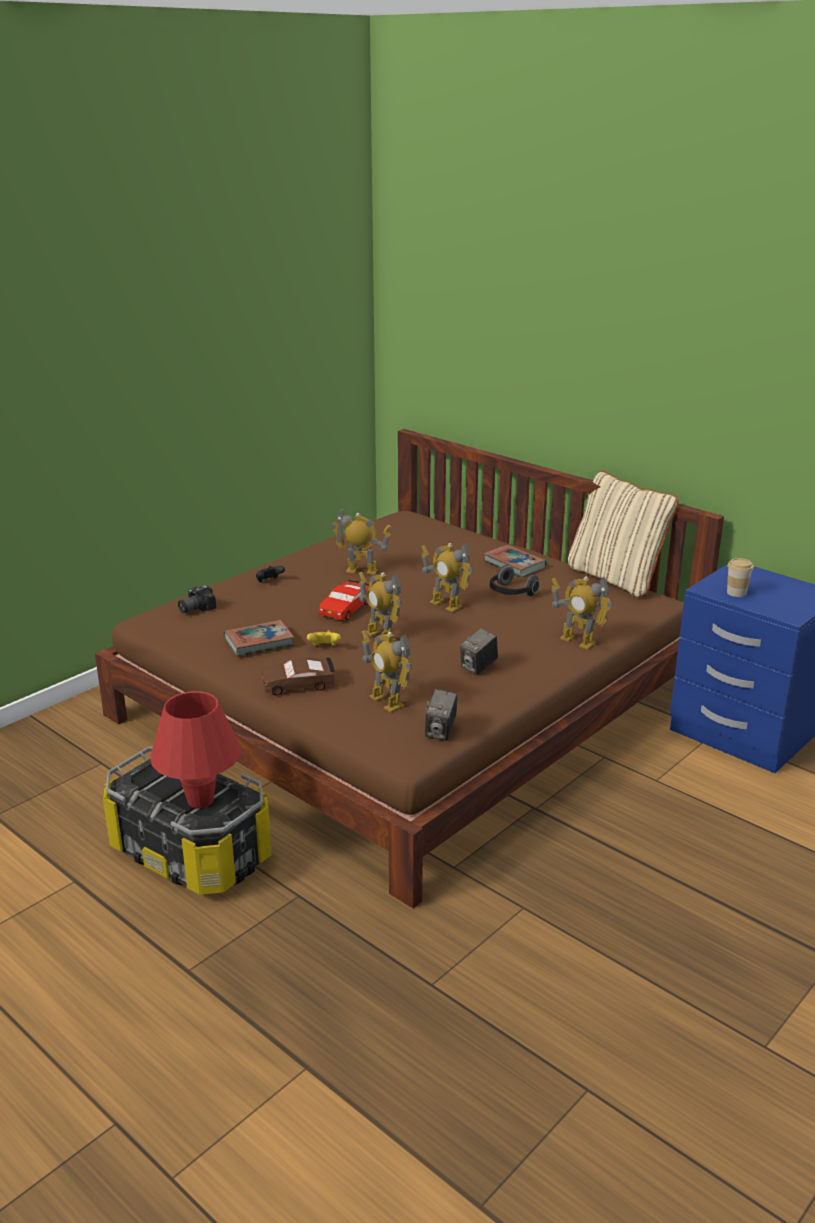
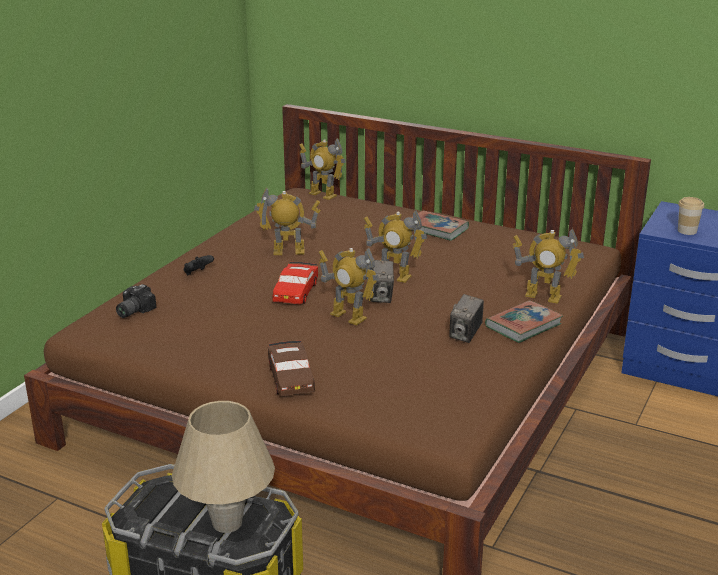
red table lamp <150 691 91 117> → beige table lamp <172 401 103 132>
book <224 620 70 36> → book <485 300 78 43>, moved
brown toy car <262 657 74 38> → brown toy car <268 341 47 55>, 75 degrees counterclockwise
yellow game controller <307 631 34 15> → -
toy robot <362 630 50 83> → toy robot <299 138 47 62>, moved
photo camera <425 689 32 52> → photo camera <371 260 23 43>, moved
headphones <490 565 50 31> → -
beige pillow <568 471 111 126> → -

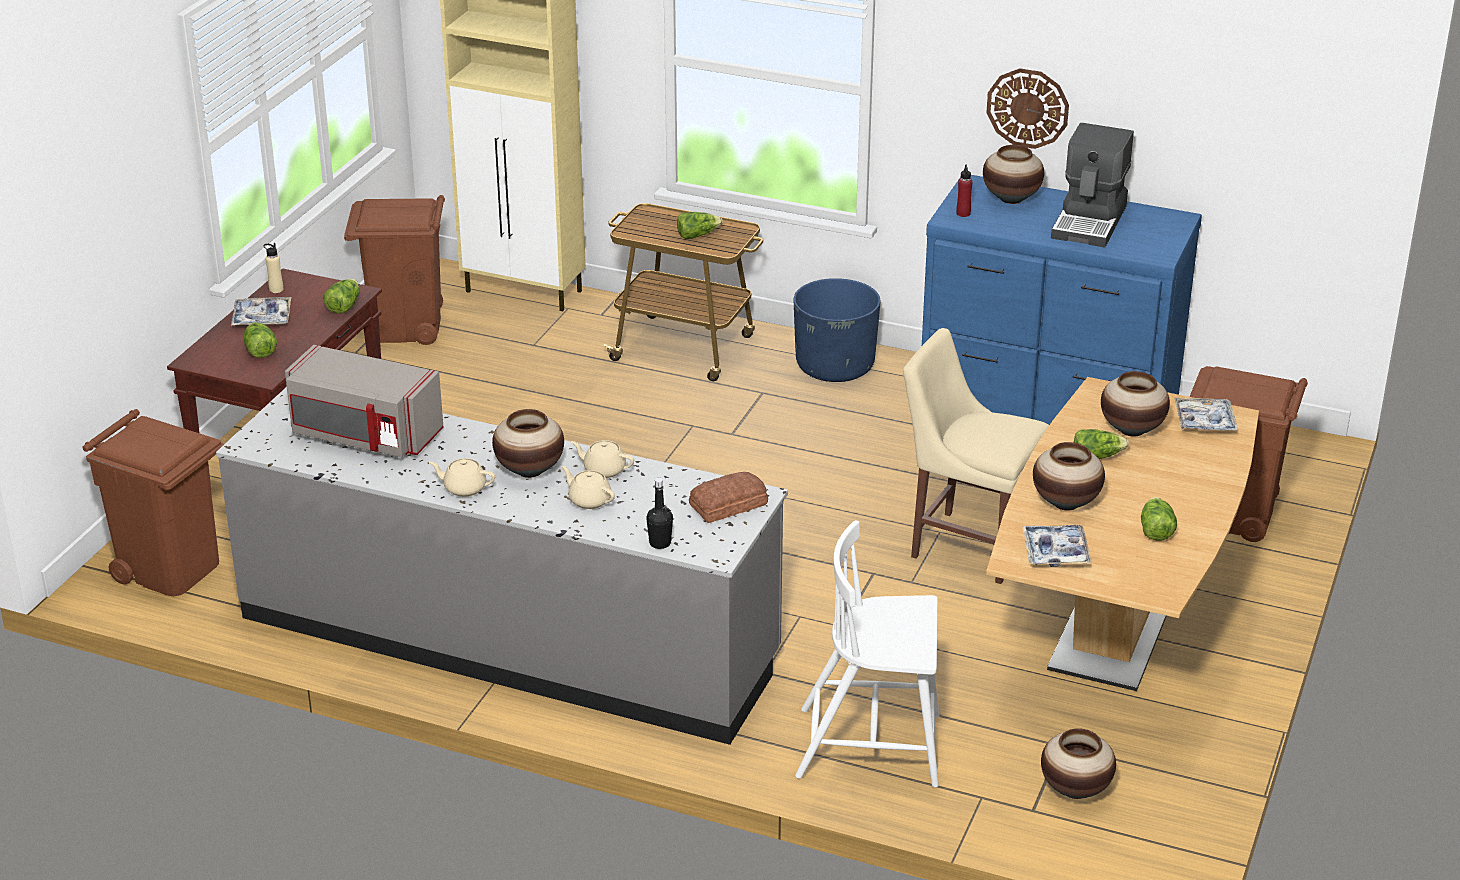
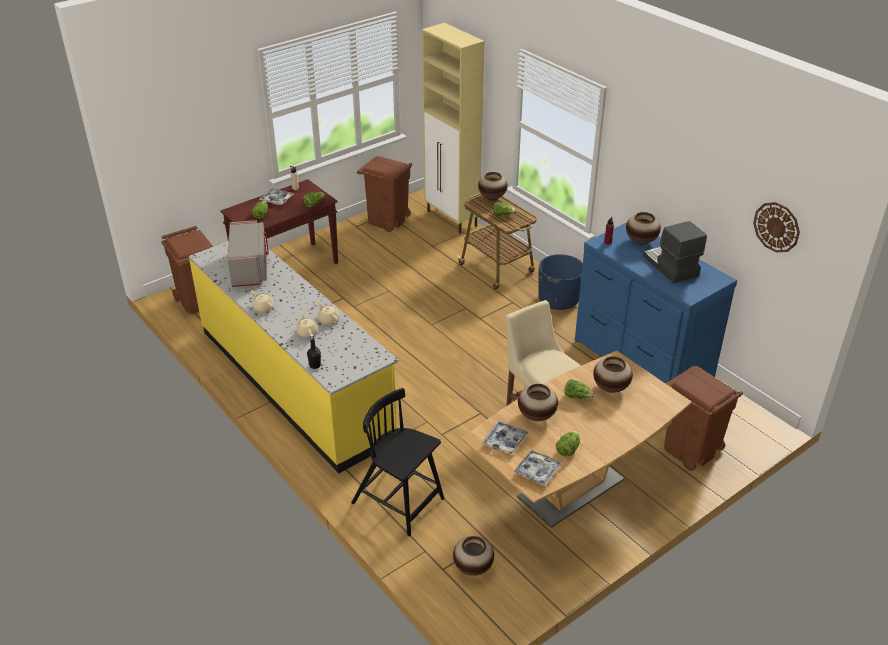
grey counter <216 387 572 358> → yellow counter <188 241 211 232>
grey microwave <285 345 159 113> → grey microwave <228 220 41 67>, 150 degrees counterclockwise
vase <492 409 72 69> → vase <478 172 30 28>, moved
bread <689 472 79 51> → -
white chair <795 520 144 267> → black chair <351 388 94 148>
wall clock <986 68 83 81> → wall clock <753 202 47 50>, moved
coffee machine <1051 123 83 124> → coffee machine <643 221 64 62>, 105 degrees clockwise
tray <1174 397 64 34> → tray <514 449 48 37>, moved

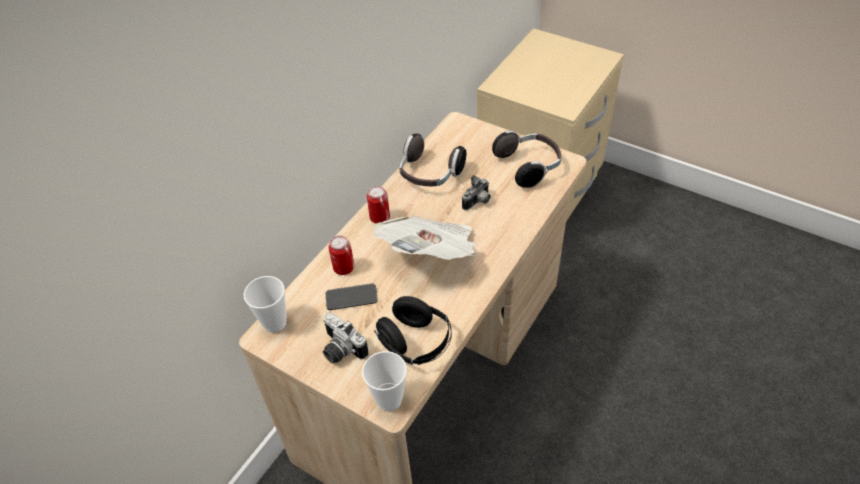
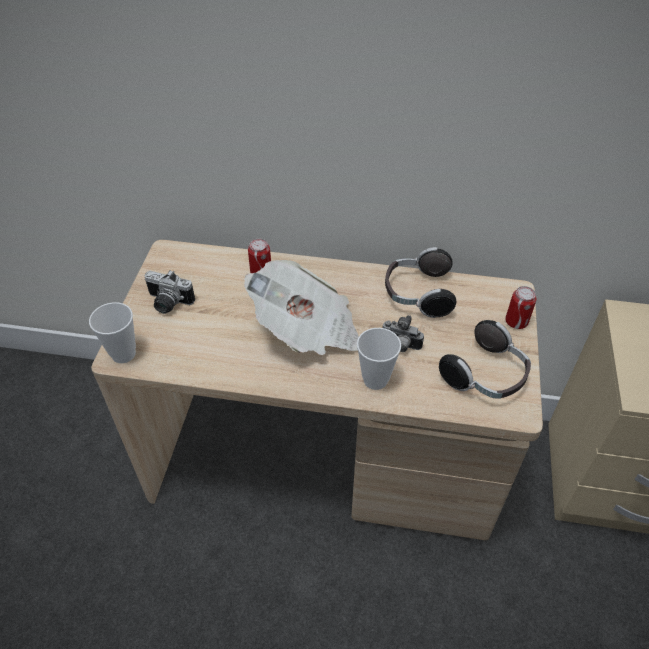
cup <244 276 43 57> → cup <357 328 44 62>, moved
photo camera <323 312 45 52> → photo camera <144 270 51 44>, 90 degrees counterclockwise
phone <326 283 52 27> → -
can <367 186 23 37> → can <505 286 31 43>, moved
black headphones <374 296 78 69> → -

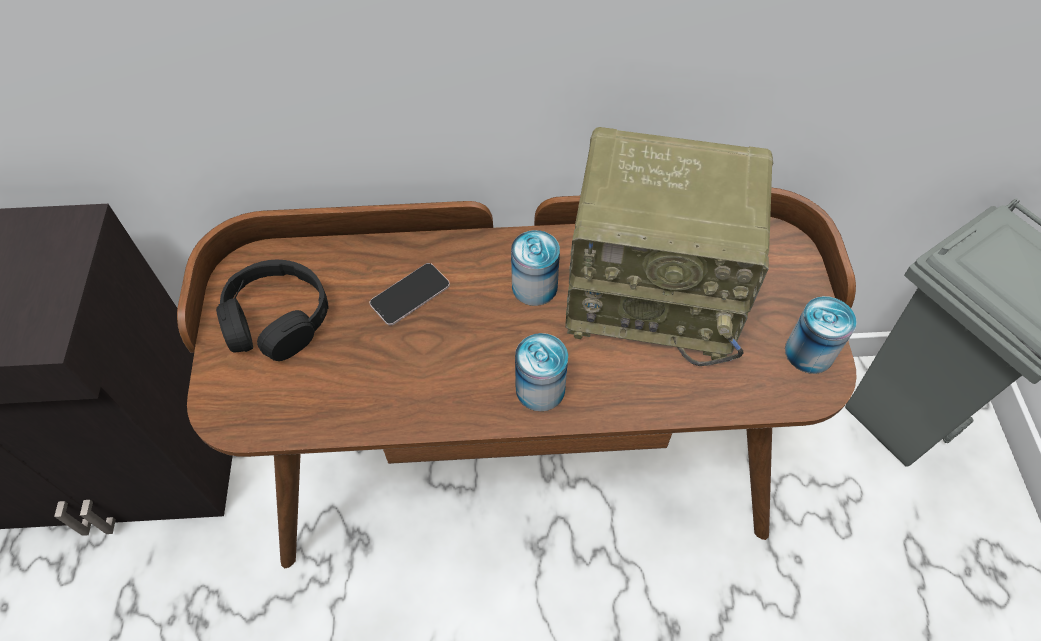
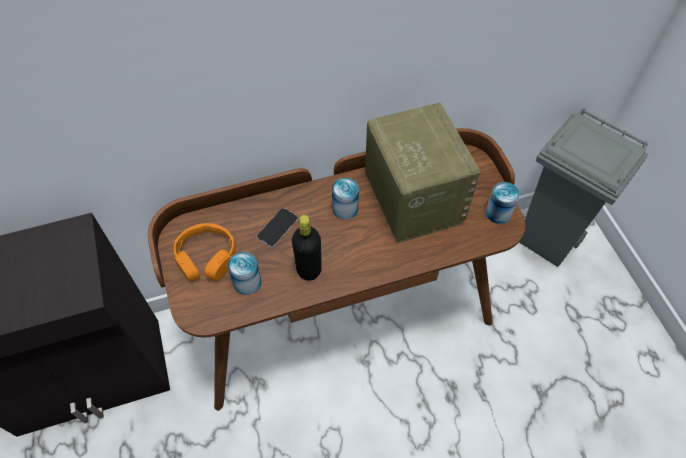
black headphones <216 260 112 101> → orange headphones <174 223 62 58>
can <515 333 53 78> → can <228 252 33 43>, moved
radio <565 127 208 239> → radio <365 103 115 140>, 105 degrees counterclockwise
- → black bottle <292 215 30 65>

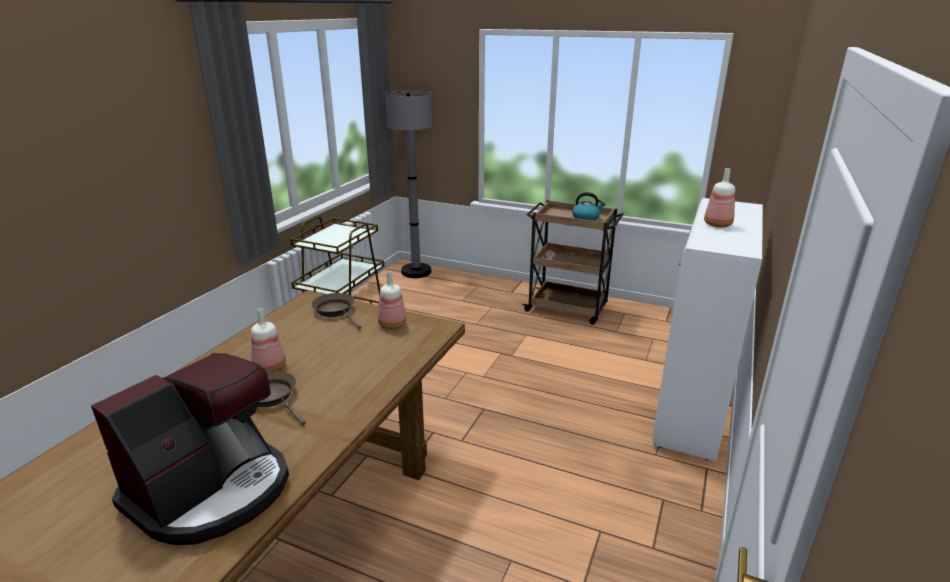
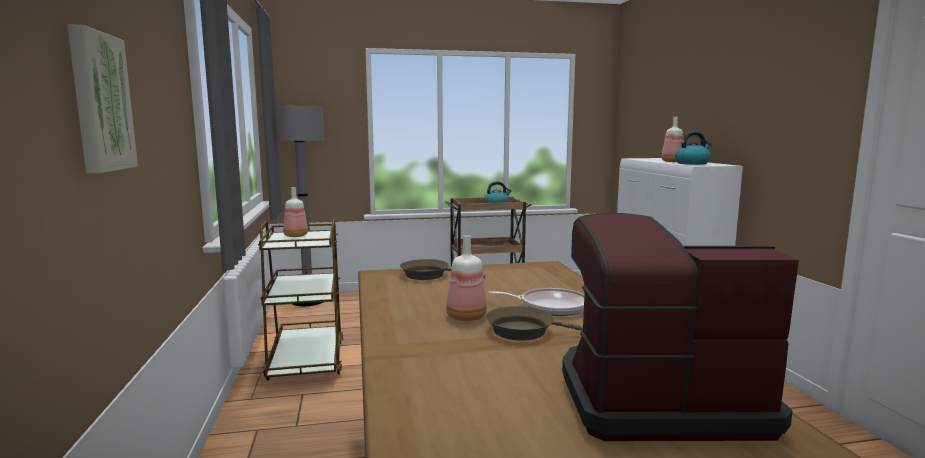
coffee machine <91 353 198 192> → coffee machine <562 213 237 228>, 90 degrees counterclockwise
bottle <378 271 29 58> → bottle <283 187 25 50>, moved
- → picture <67 24 71 149>
- → frying pan <488 288 96 28>
- → kettle <675 132 37 33>

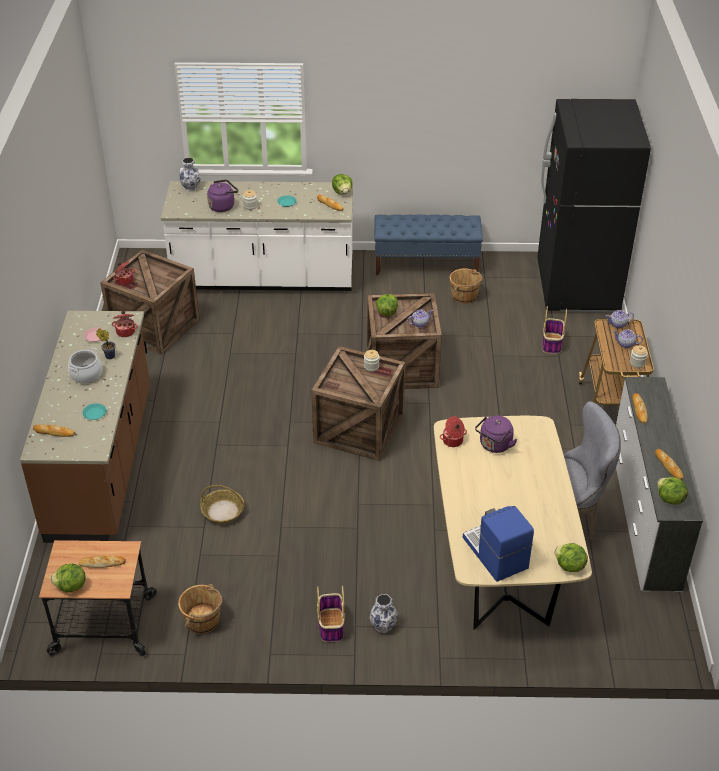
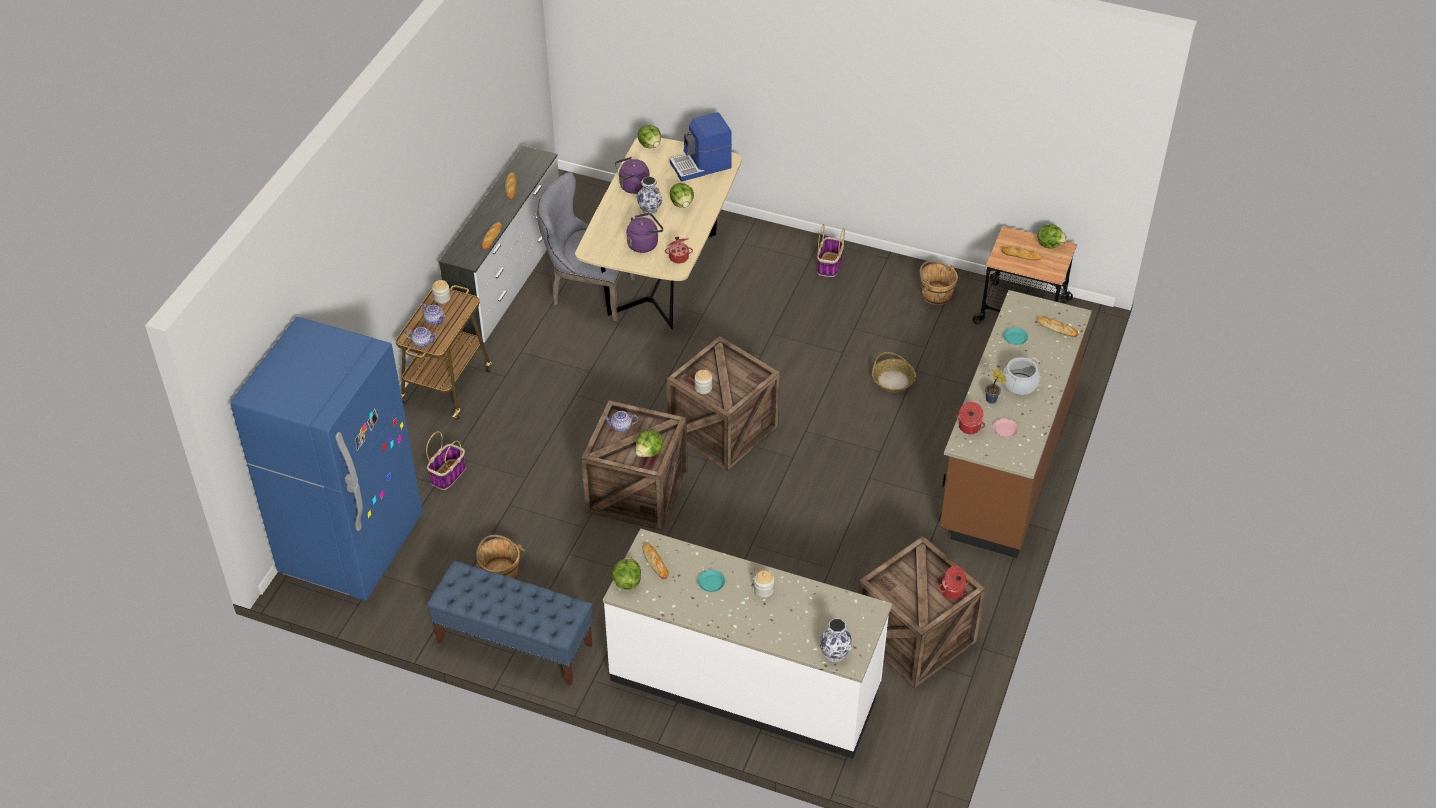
purple kettle <207 180 31 32> → purple kettle <615 157 34 37>, moved
vase <369 594 29 39> → vase <636 176 27 38>, moved
coffee machine <463 506 71 76> → coffee machine <670 112 62 70>, 75 degrees clockwise
black fridge <537 99 114 214> → blue fridge <230 316 193 285>
lettuce <657 477 31 28> → lettuce <670 183 24 25>, moved

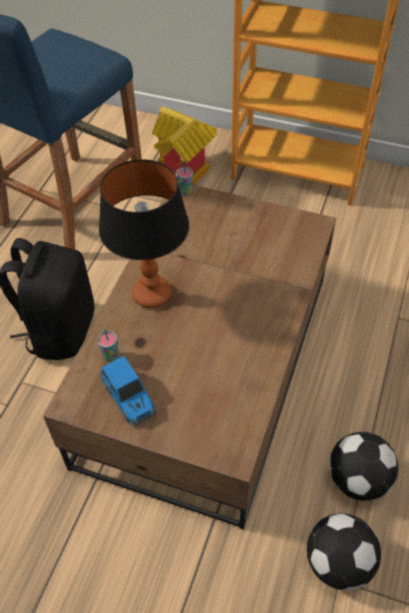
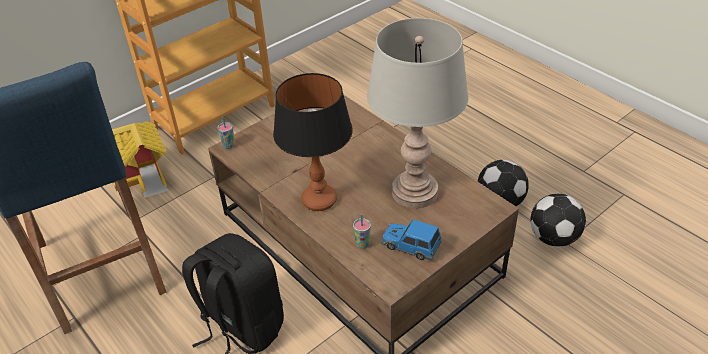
toy car <100 356 57 70> → toy car <381 220 60 41>, 150 degrees counterclockwise
- → grey table lamp <367 18 102 191>

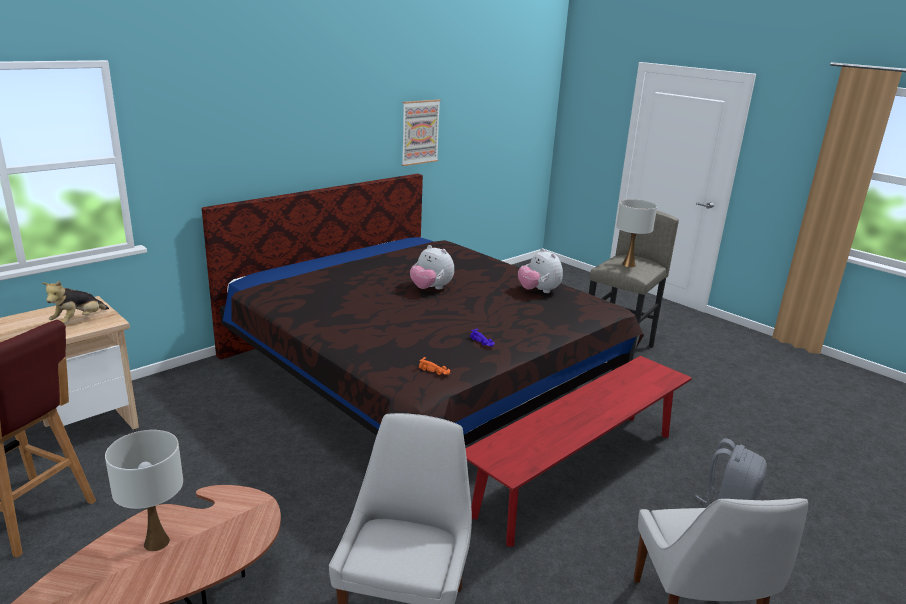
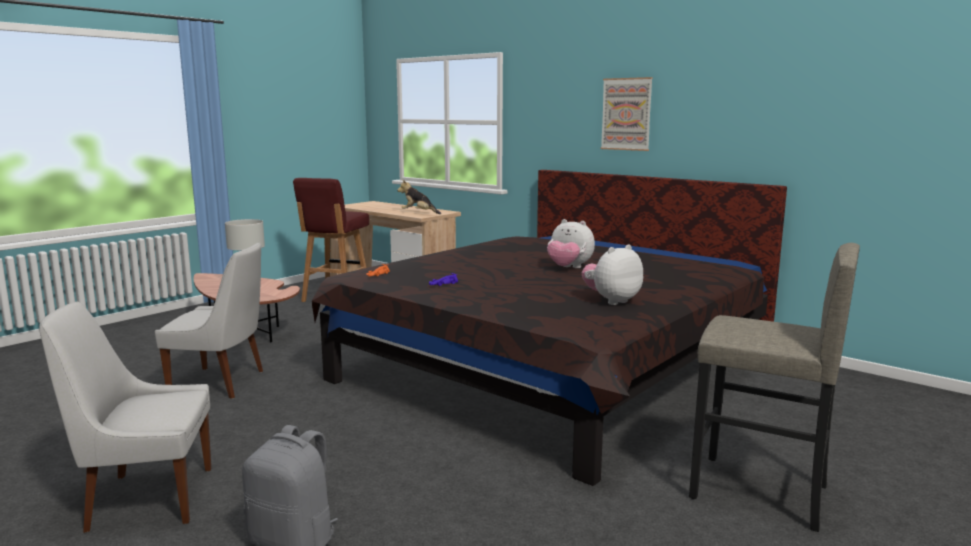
picture <402 100 39 66> → picture <601 77 52 74>, moved
plush toy <410 245 44 45> → plush toy <547 219 48 49>, 90 degrees counterclockwise
red bench <466 356 226 191> → -
white table lamp <616 199 41 68> → -

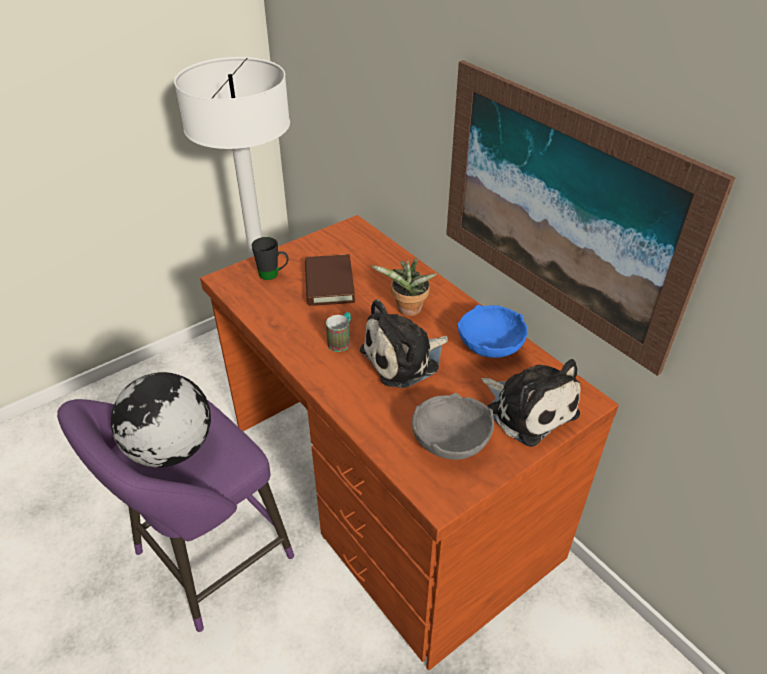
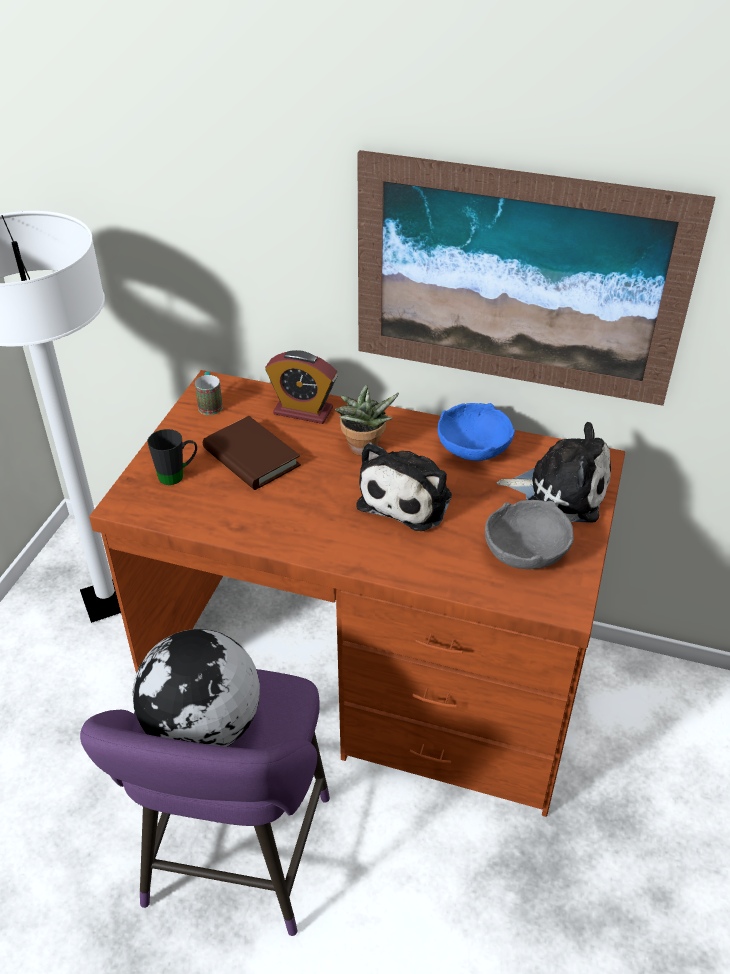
mug <326 312 25 40> → mug <195 371 28 44>, moved
- → alarm clock <265 350 73 74>

